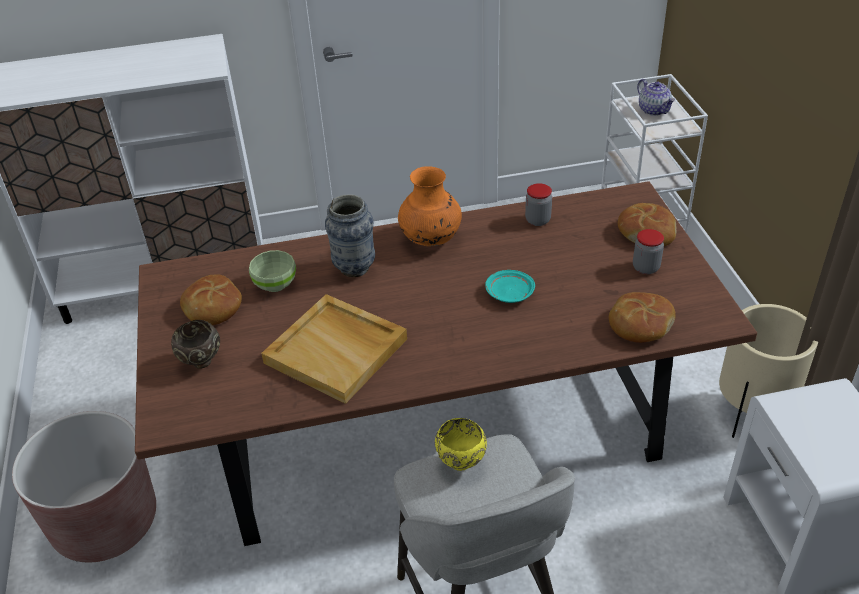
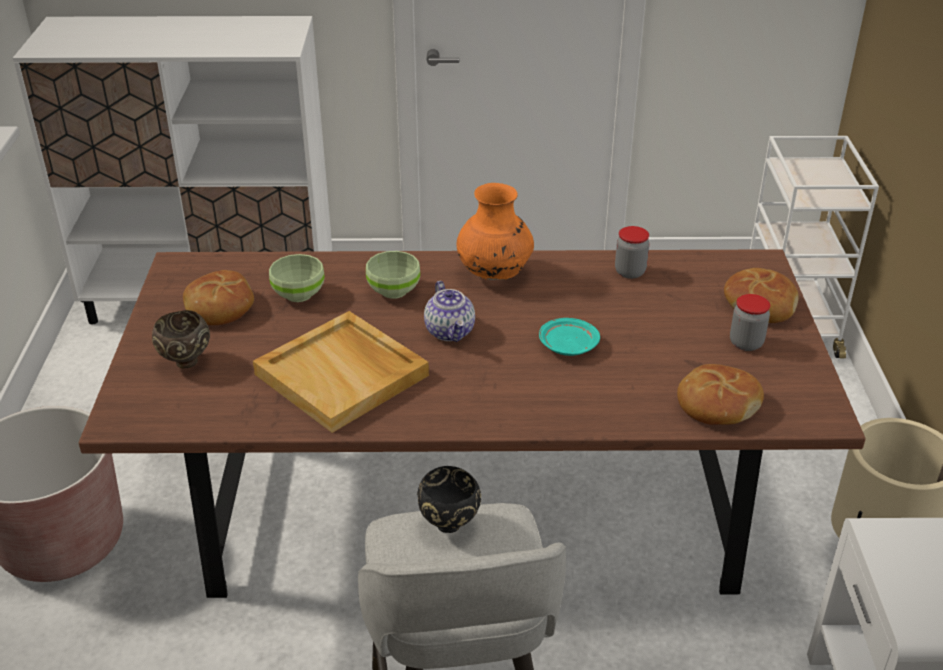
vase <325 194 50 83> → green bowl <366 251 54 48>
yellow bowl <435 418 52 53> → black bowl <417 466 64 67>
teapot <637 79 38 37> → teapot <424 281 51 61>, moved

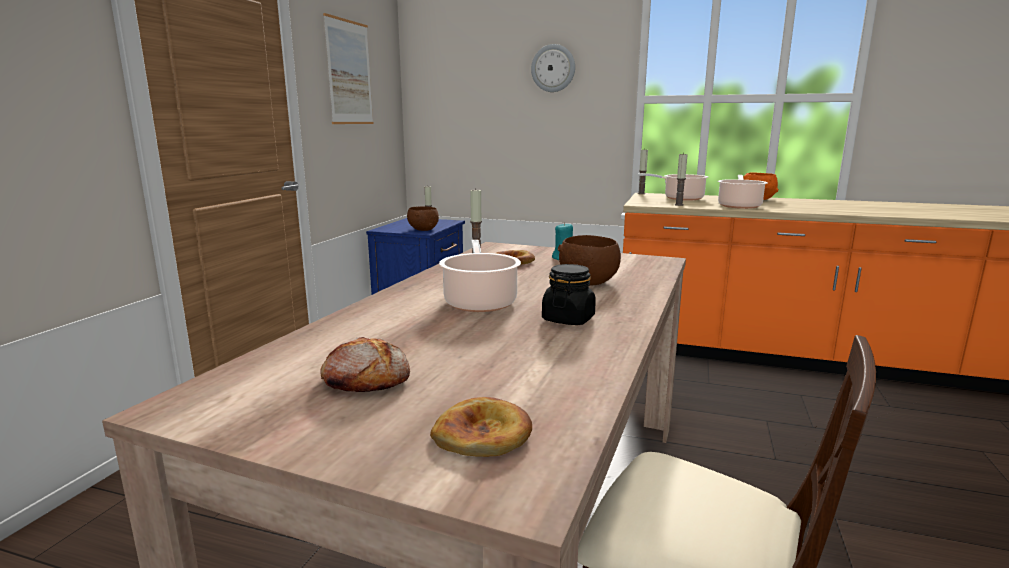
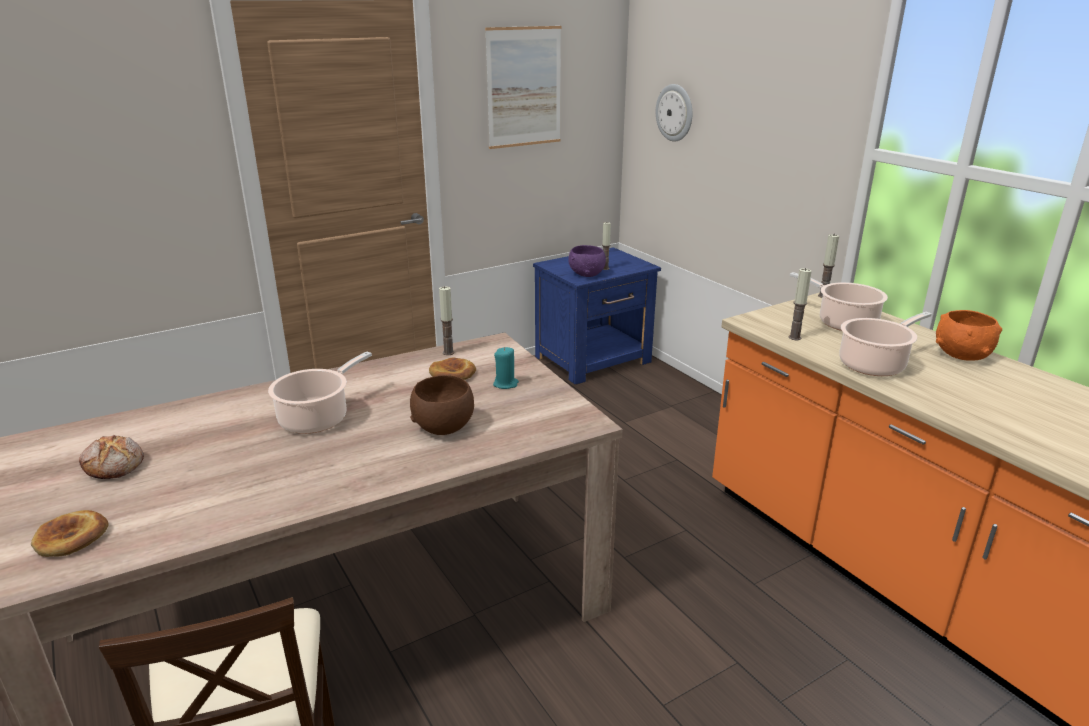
brown bowl <407 206 32 25> → purple bowl <568 245 38 32>
wall clock <531 44 44 48> → wall clock <656 84 37 58>, moved
black jar <542 264 54 61> → -

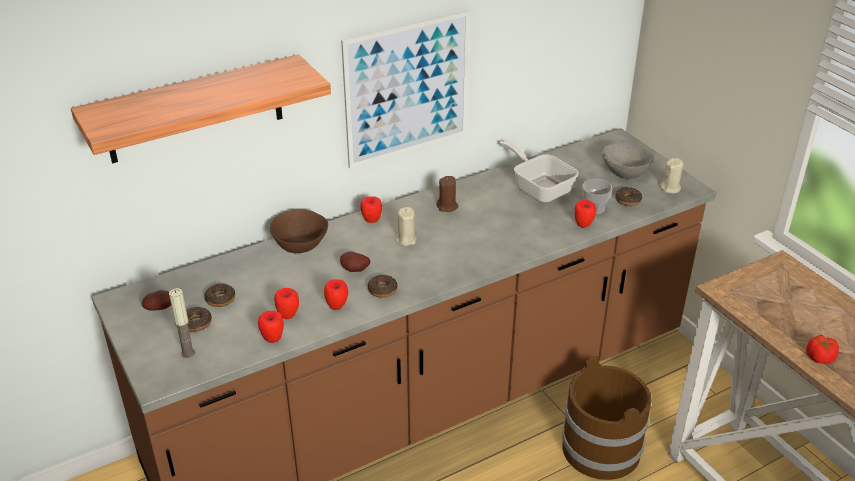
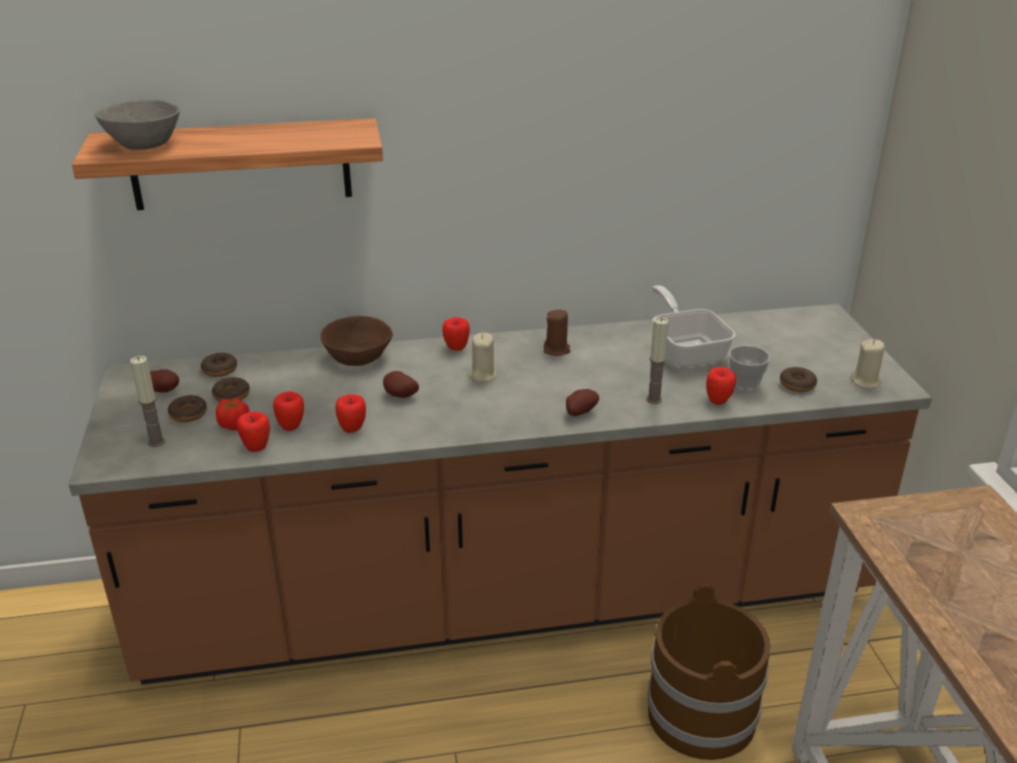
picture <341 10 129 158> → -
donut <368 275 30 23> → donut <201 353 36 24>, moved
grey bowl <602 142 52 37> → grey bowl <94 100 86 50>, moved
tomato <806 335 33 29> → tomato <216 398 34 32>, moved
- → potato <566 389 33 27>
- → candle <646 317 23 87>

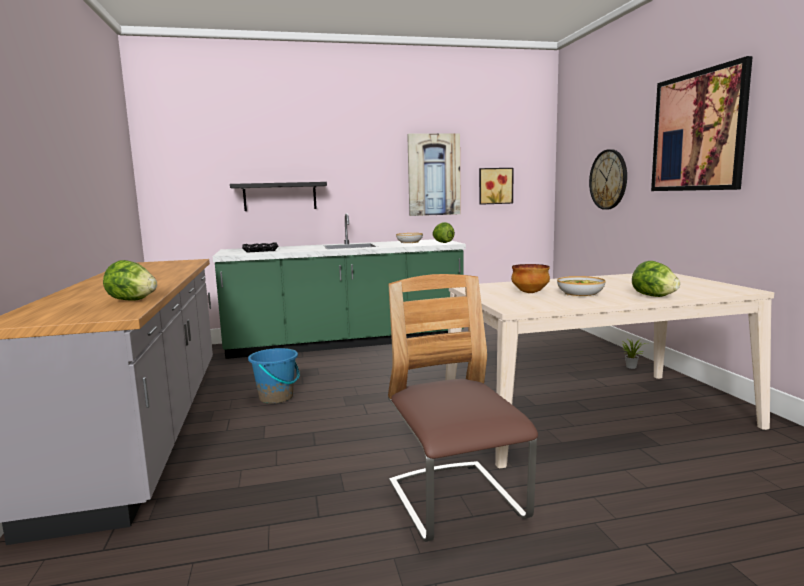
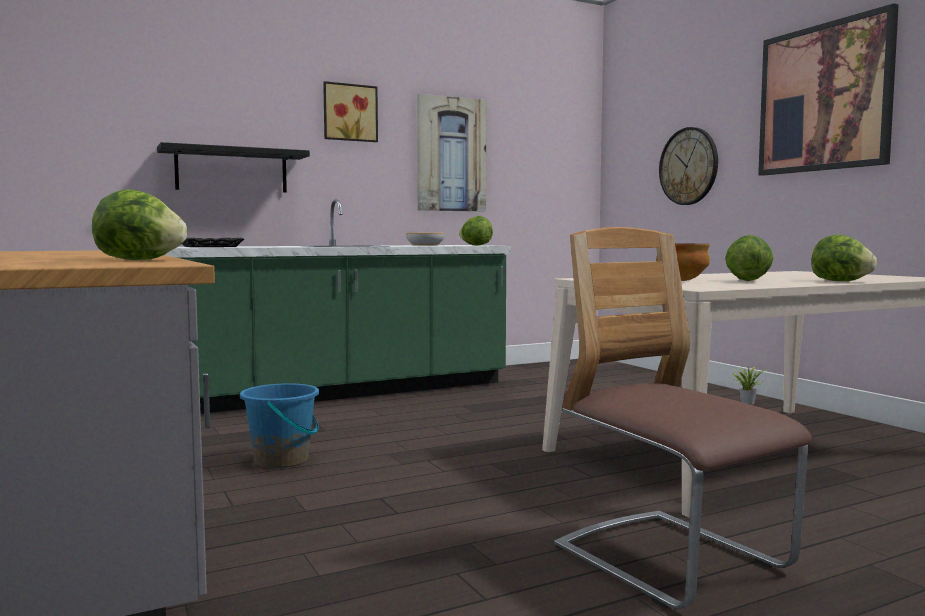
picture <479 168 35 37> → picture <323 81 55 61>, moved
bowl <557 276 48 21> → lettuce <725 235 48 46>

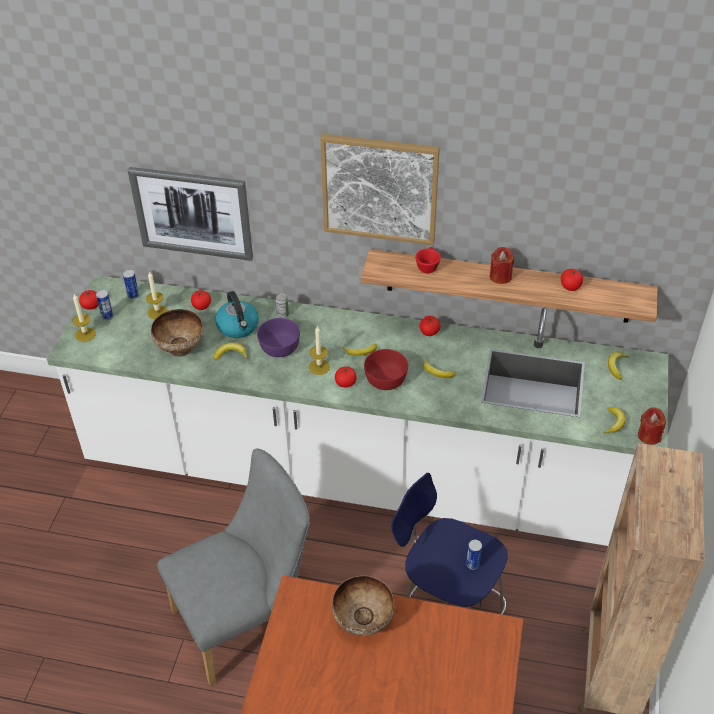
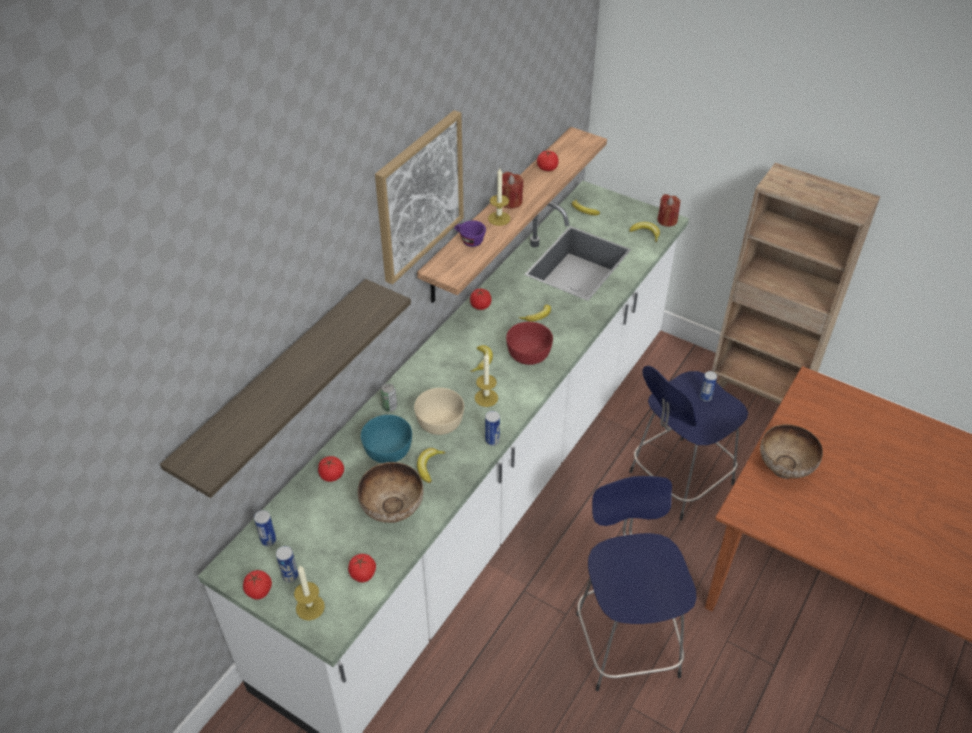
picture <128 167 125 94> → shelf <160 279 251 219>
candle <146 271 22 48> → candle <488 168 23 58>, moved
grey chair <157 448 153 238> → blue stool <576 476 121 215>
kettle <215 291 44 47> → turquoise bowl <361 415 51 48>
purple bowl <257 318 43 39> → beige bowl <414 388 50 47>
tomato <335 366 21 21> → tomato <348 554 28 28>, moved
red cup <415 247 26 26> → purple cup <454 220 32 27>
- → can <485 411 15 35>

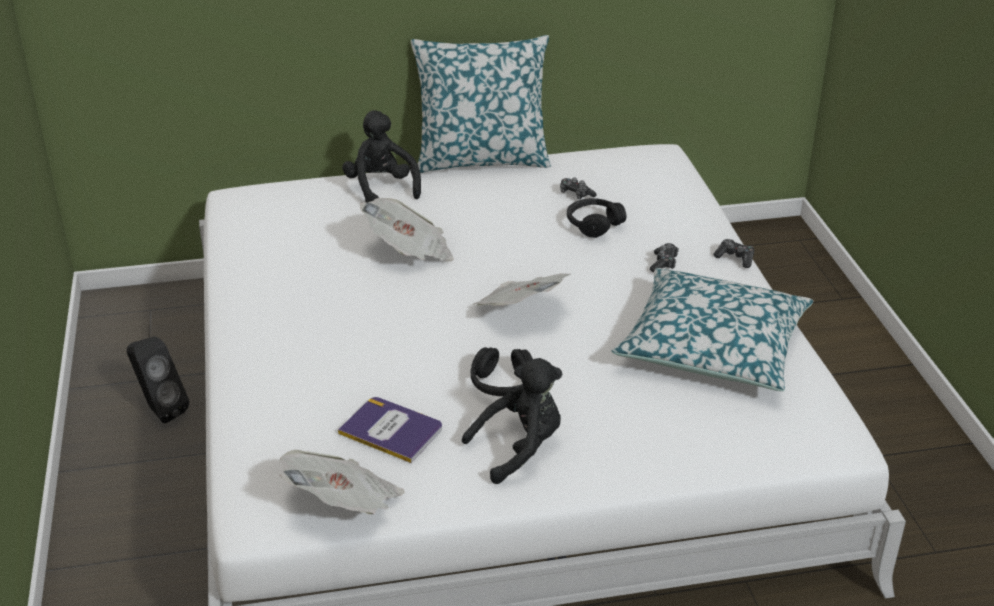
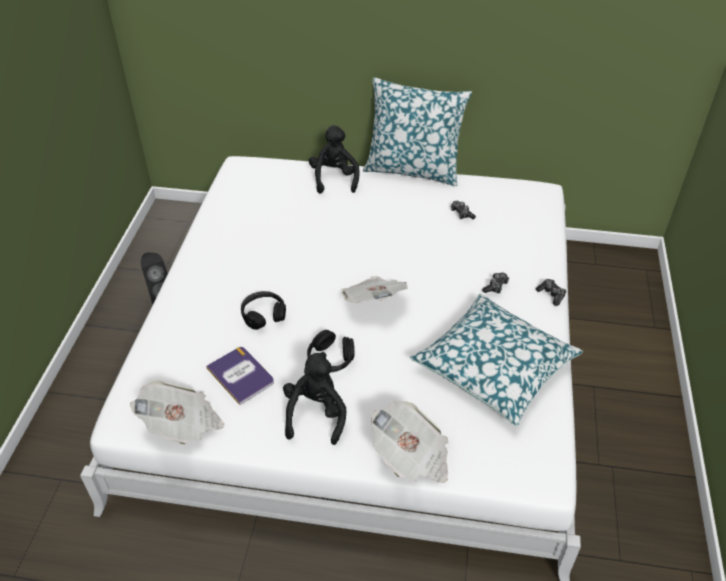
newspaper <360 198 94 63> → newspaper <371 401 77 82>, moved
black plush toy <462 358 100 126> → black plush toy <283 352 63 93>, 75 degrees counterclockwise
black headphones <567 198 59 40> → black headphones <241 291 45 39>, moved

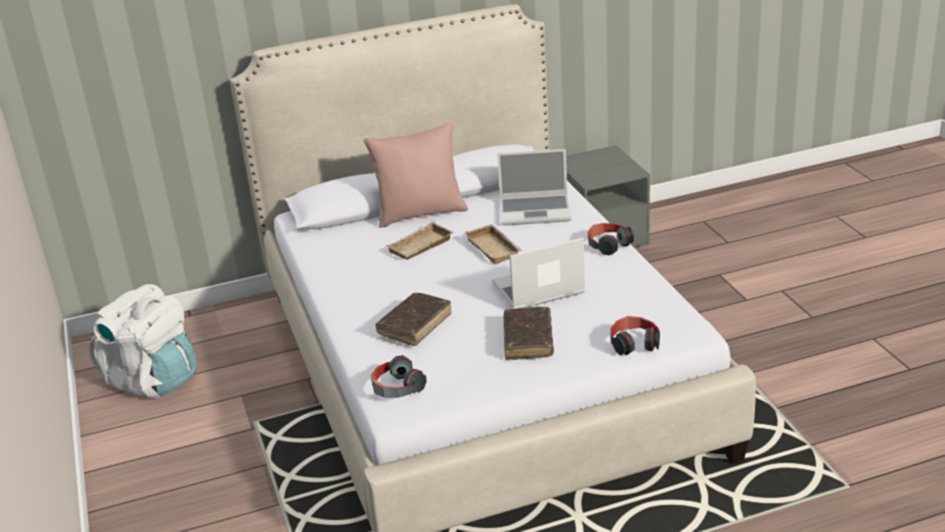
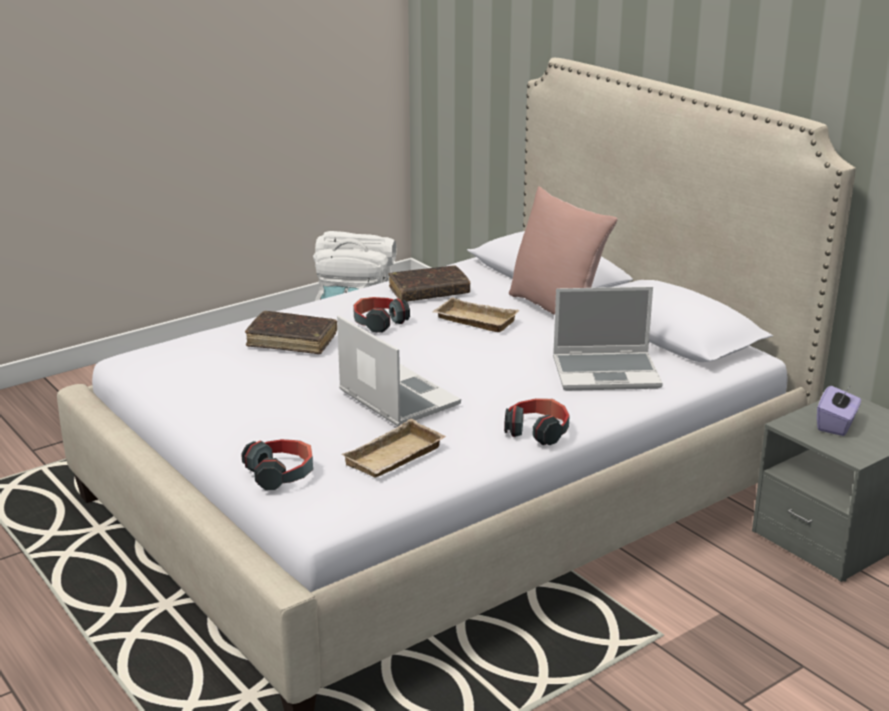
headphones <371 355 56 43> → headphones <353 297 57 36>, moved
beige tray <464 224 59 40> → beige tray <341 419 105 59>, moved
laptop <497 149 74 77> → laptop <553 287 110 104>, 75 degrees counterclockwise
brown book <503 307 51 53> → brown book <388 265 82 37>, moved
- → purple tissue box <817 384 44 52>

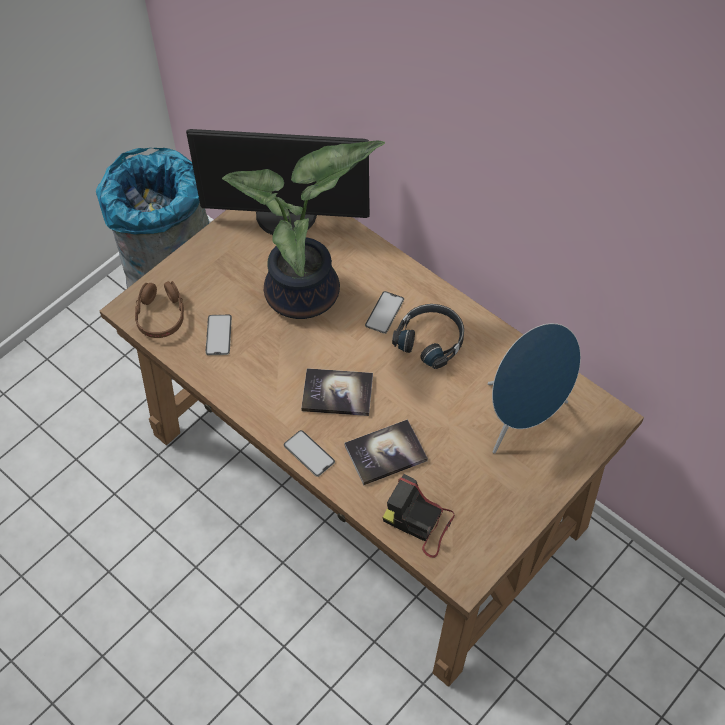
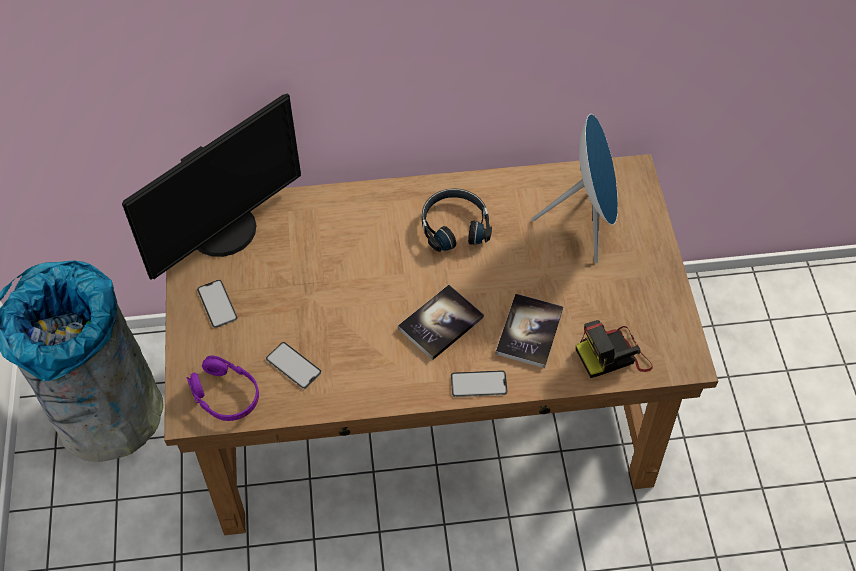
brown headphones <135 281 49 57> → purple headphones <186 356 73 65>
potted plant <222 140 163 179> → -
phone <365 291 39 43> → phone <197 280 41 48>, moved

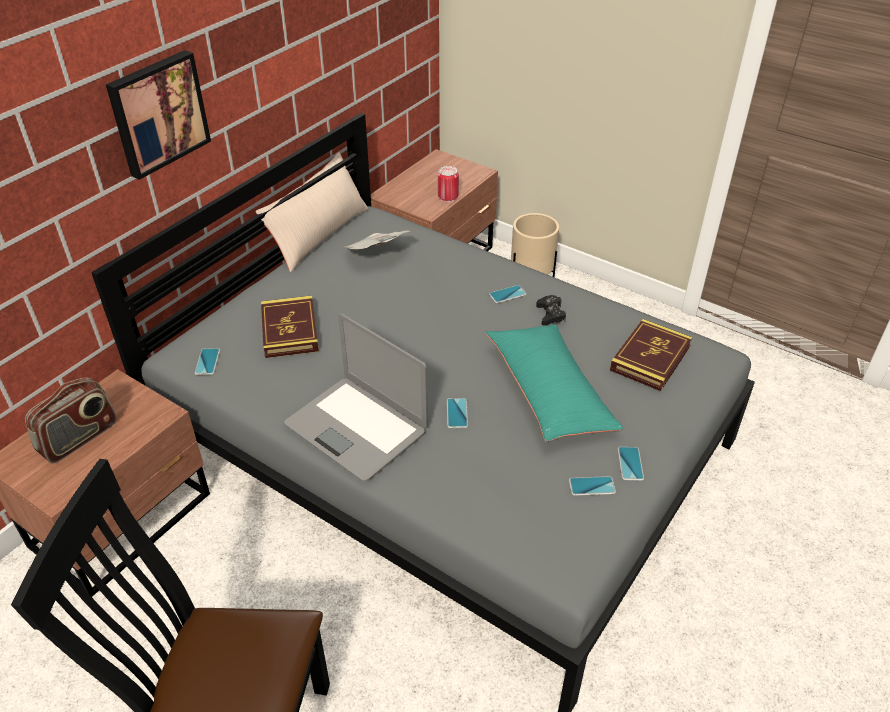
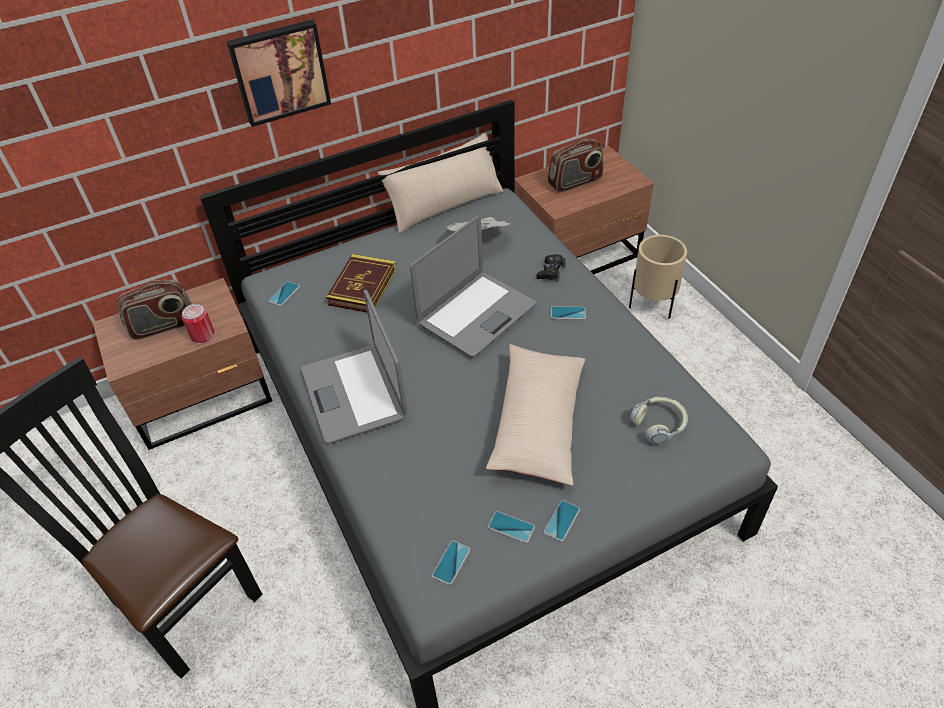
can <438 166 21 36> → can <181 304 34 40>, moved
phone <447 398 21 30> → phone <432 540 38 45>, moved
turquoise pillow <485 324 139 117> → beige pillow <486 344 99 142>
black game controller <536 295 30 30> → black game controller <536 254 30 27>, moved
book <610 319 82 72> → headphones <630 397 58 47>
- → laptop <410 216 126 141>
- → radio <548 138 56 55>

